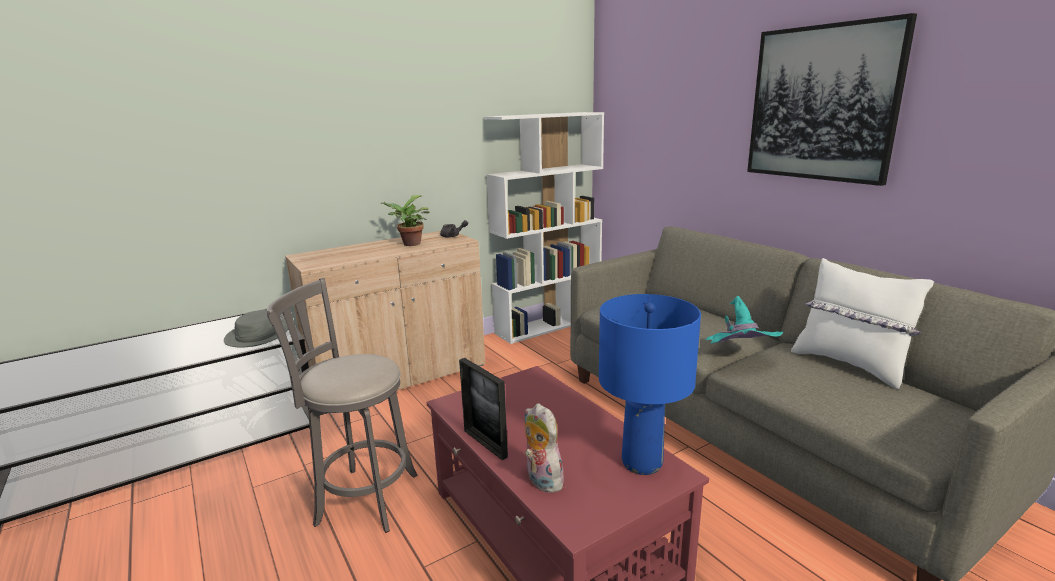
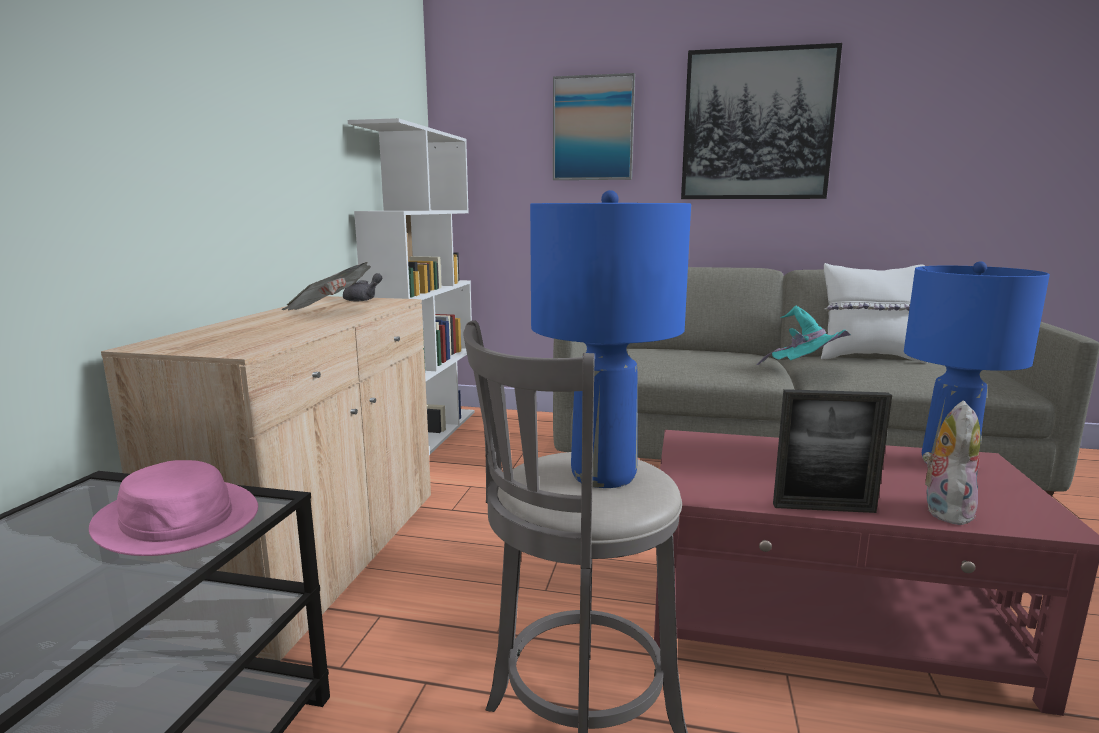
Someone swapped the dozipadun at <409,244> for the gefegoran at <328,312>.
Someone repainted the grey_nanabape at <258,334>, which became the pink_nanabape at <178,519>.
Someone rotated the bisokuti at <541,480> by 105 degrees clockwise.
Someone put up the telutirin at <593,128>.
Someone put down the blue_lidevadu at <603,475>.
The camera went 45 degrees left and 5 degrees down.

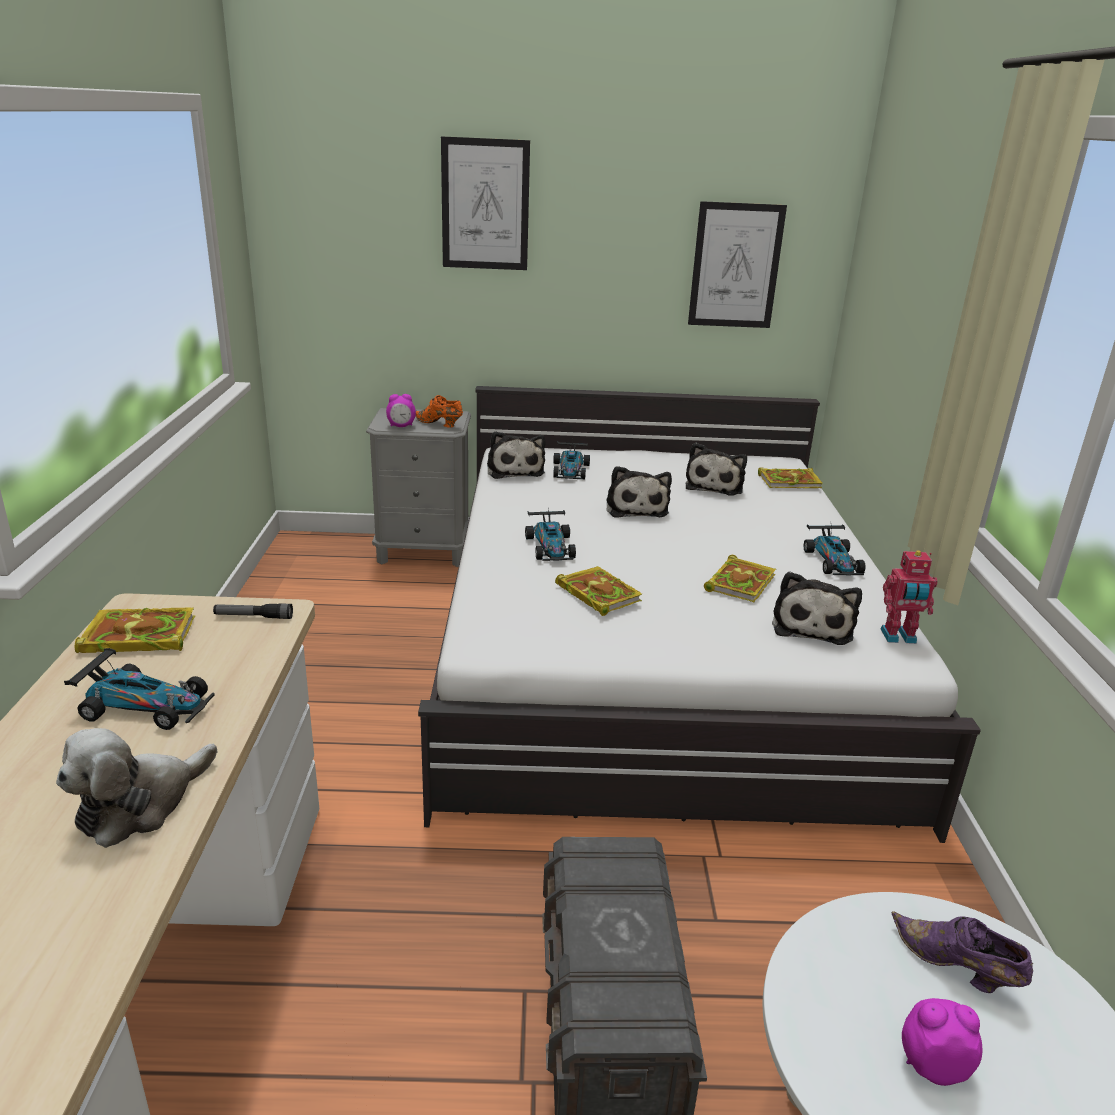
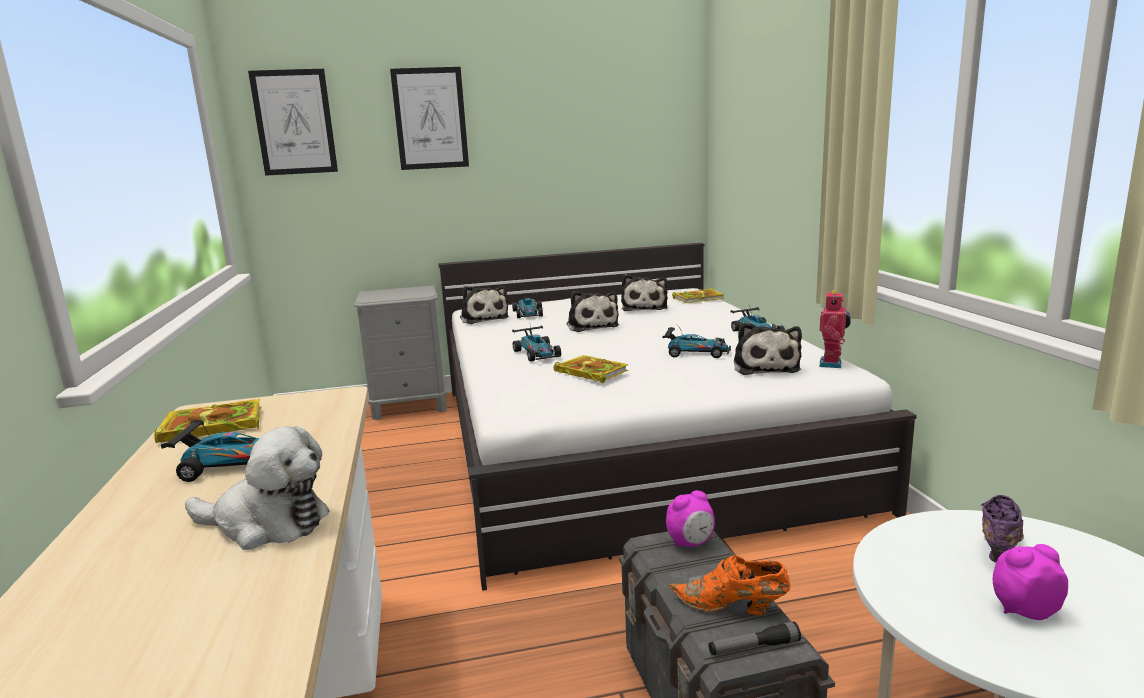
Someone carried the telutirin from <735,266> to <294,122>.
Someone carried the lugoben from <401,426> to <690,543>.
Someone carried the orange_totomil from <439,424> to <732,607>.
Someone rotated the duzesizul at <899,637> by 60 degrees counterclockwise.
Someone swapped the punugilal at <740,582> for the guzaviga at <696,352>.
Someone carried the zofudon from <253,617> to <753,647>.
Someone rotated the bisokuti at <140,804> by 105 degrees counterclockwise.
Someone rotated the purple_totomil at <956,968> by 90 degrees clockwise.
The camera went 10 degrees left and 10 degrees down.

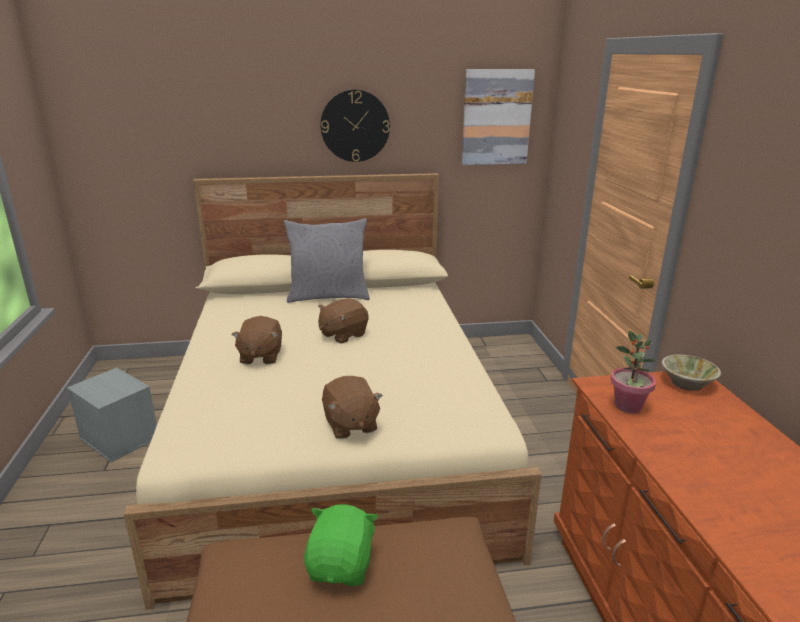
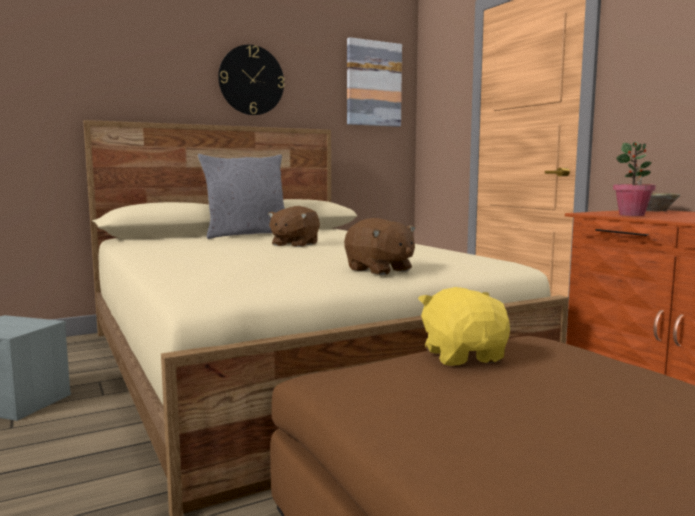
Someone took away the brown_bisokuti at <260,356>.
Someone repainted the green_bisokuti at <342,565>, which became the yellow_bisokuti at <463,356>.
The camera went 20 degrees left and 15 degrees down.

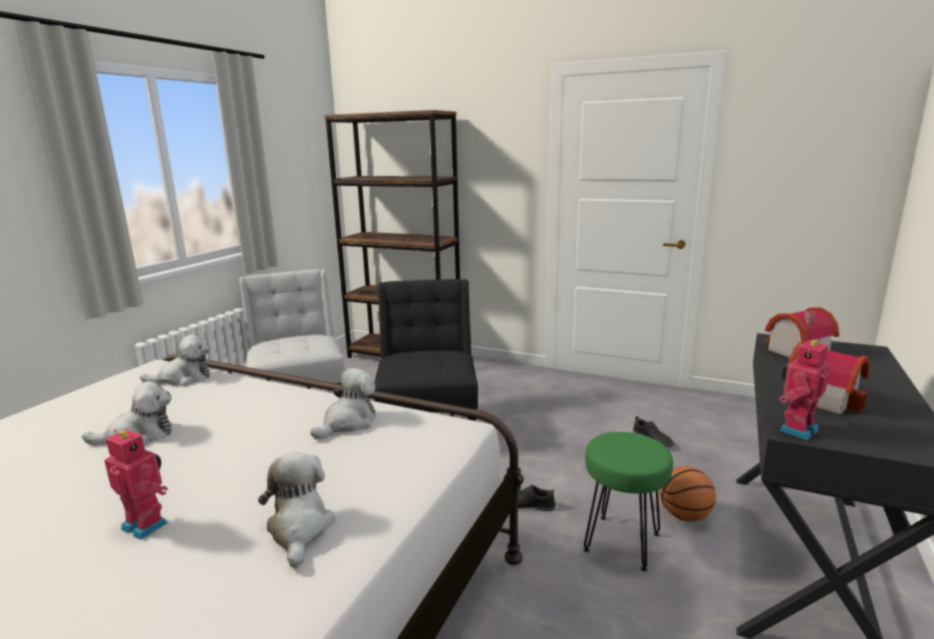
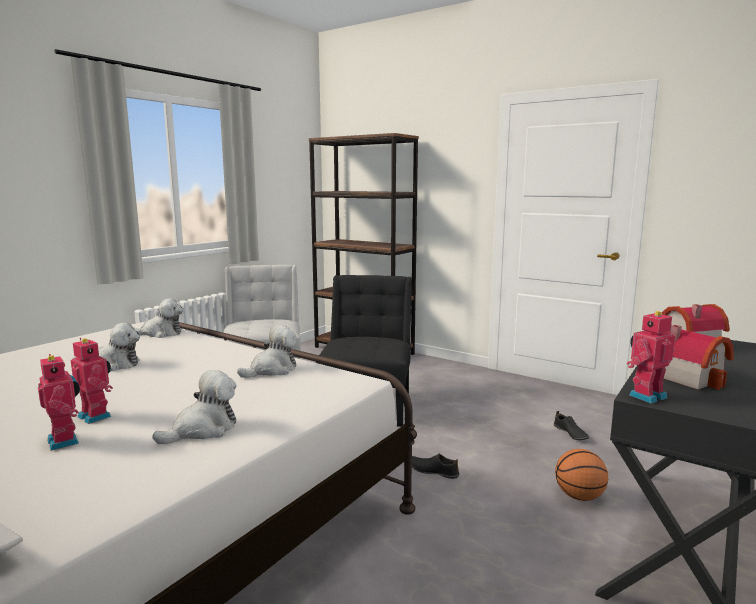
Someone took away the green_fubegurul at <621,541>.
Someone rotated the bisokuti at <300,529> by 45 degrees clockwise.
Someone put down the duzesizul at <66,441>.
The camera went 10 degrees right and 5 degrees down.

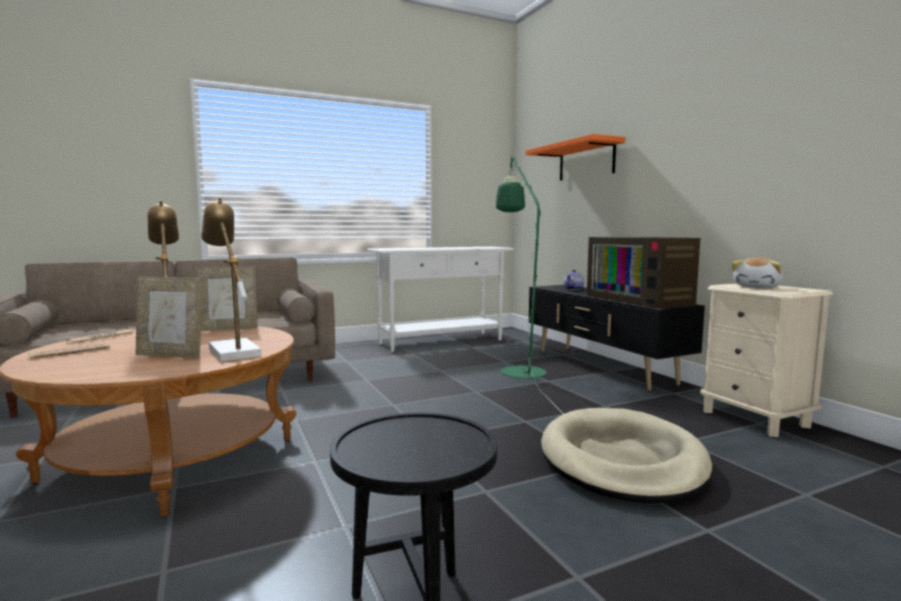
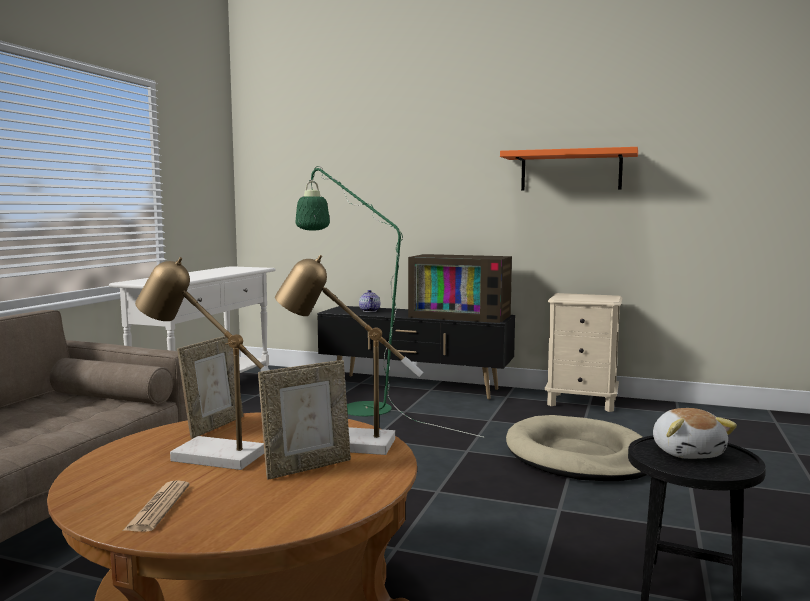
Someone carried the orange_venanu from <586,161> to <570,171>.
Someone carried the bisokuti from <758,287> to <687,452>.
Someone took away the gefegoran at <102,338>.
The camera went 45 degrees left and 0 degrees up.

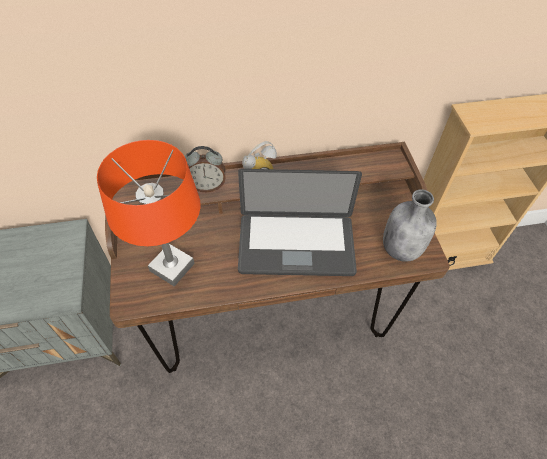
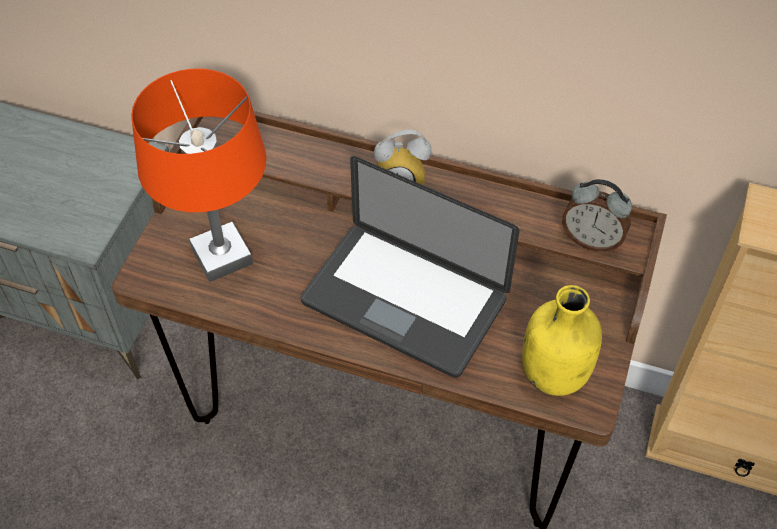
Someone carried the lugoben from <207,186> to <591,240>.
Someone repainted the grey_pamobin at <401,248>, which became the yellow_pamobin at <555,373>.
The camera went 30 degrees right and 0 degrees up.

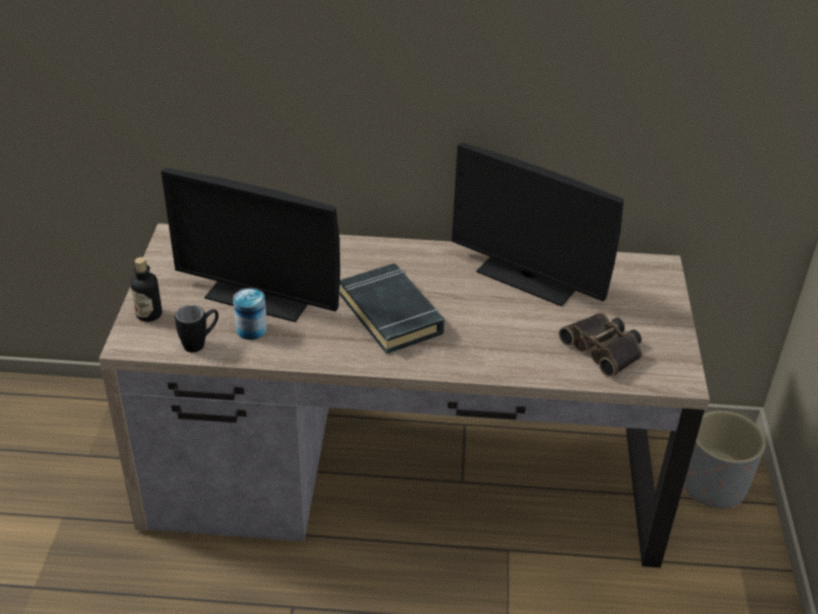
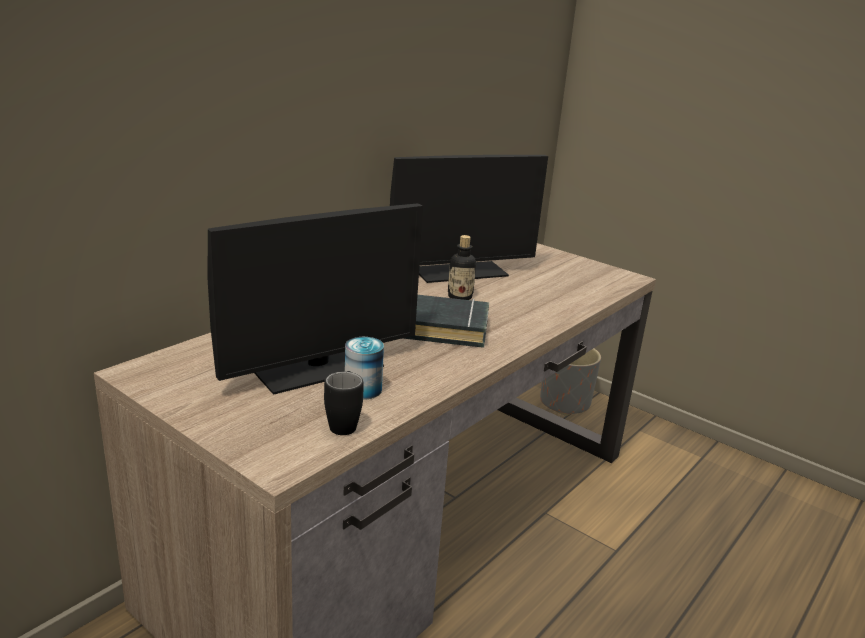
Someone carried the pamobin from <149,314> to <460,297>.
Someone took away the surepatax at <604,349>.
The camera went 55 degrees left and 15 degrees down.

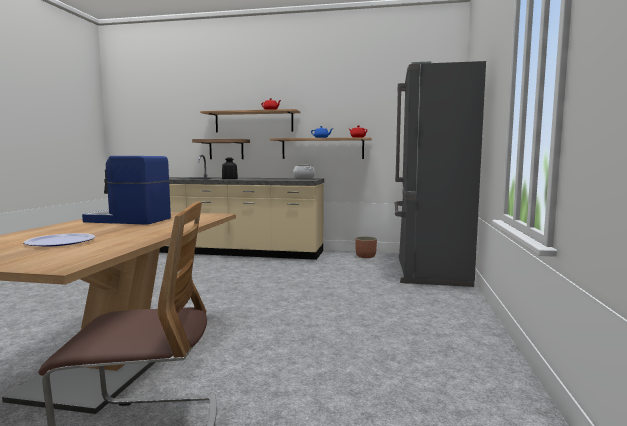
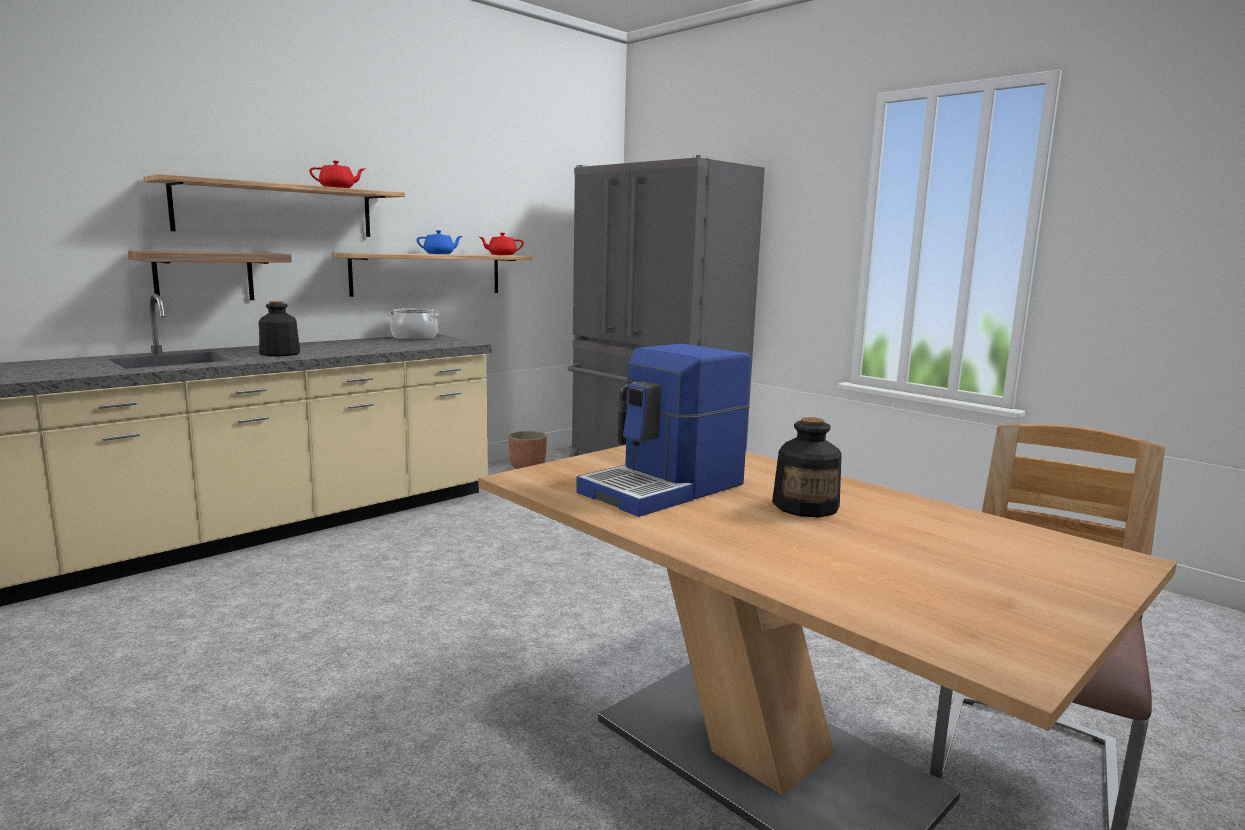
Someone took away the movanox at <60,242>.
Someone put down the pamobin at <805,506>.
The camera went 55 degrees left and 5 degrees up.

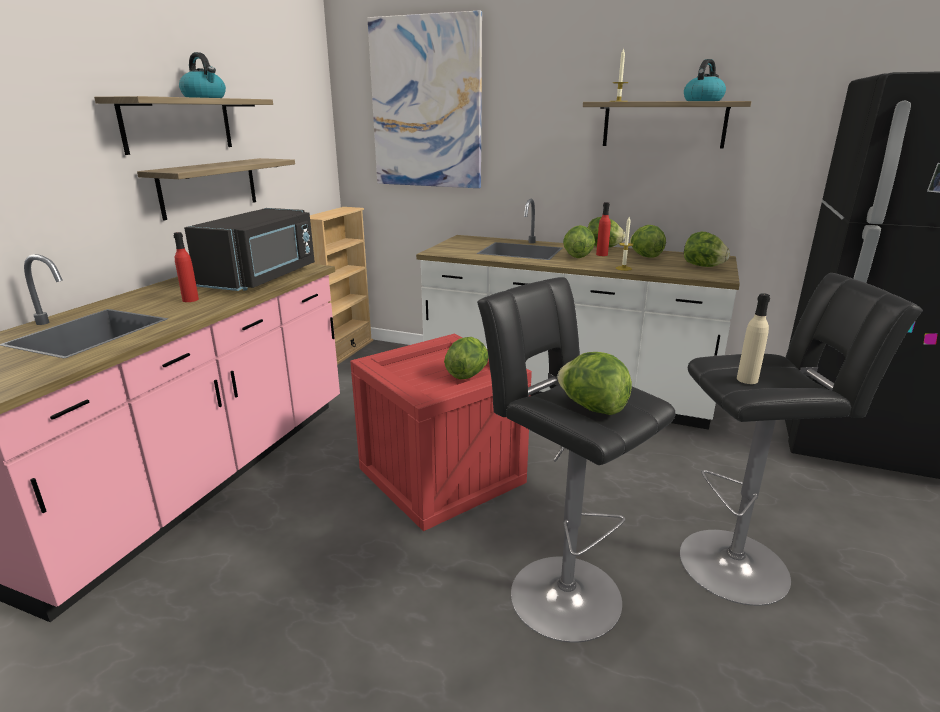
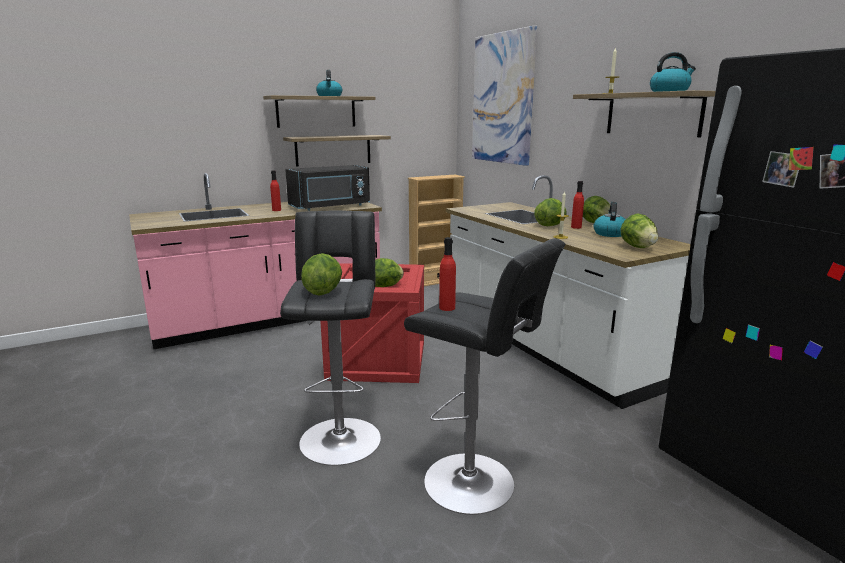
Someone swapped the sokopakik at <645,256> for the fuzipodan at <610,234>.
Someone repainted the beige_pamobin at <747,379>, which became the red_pamobin at <447,308>.
The camera went 40 degrees right and 5 degrees down.

